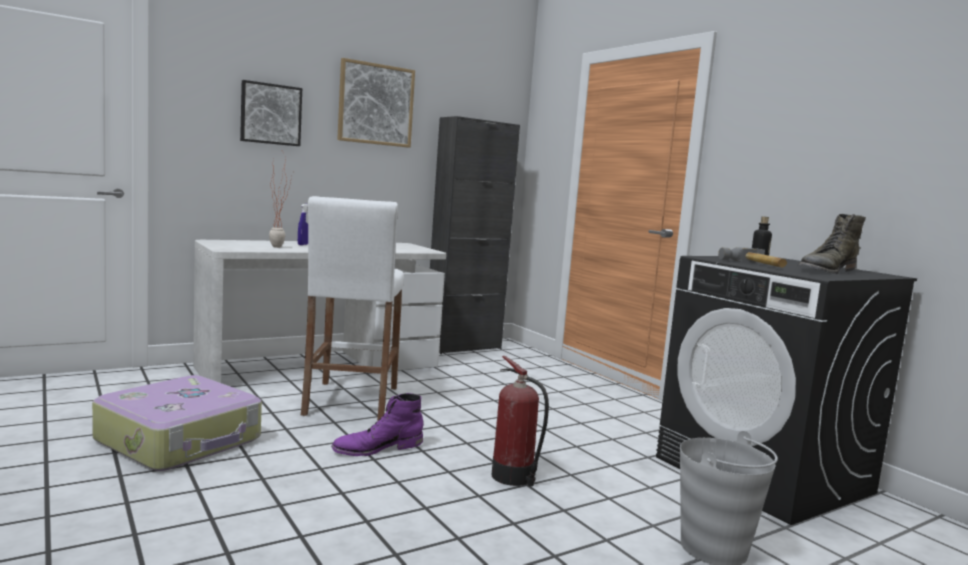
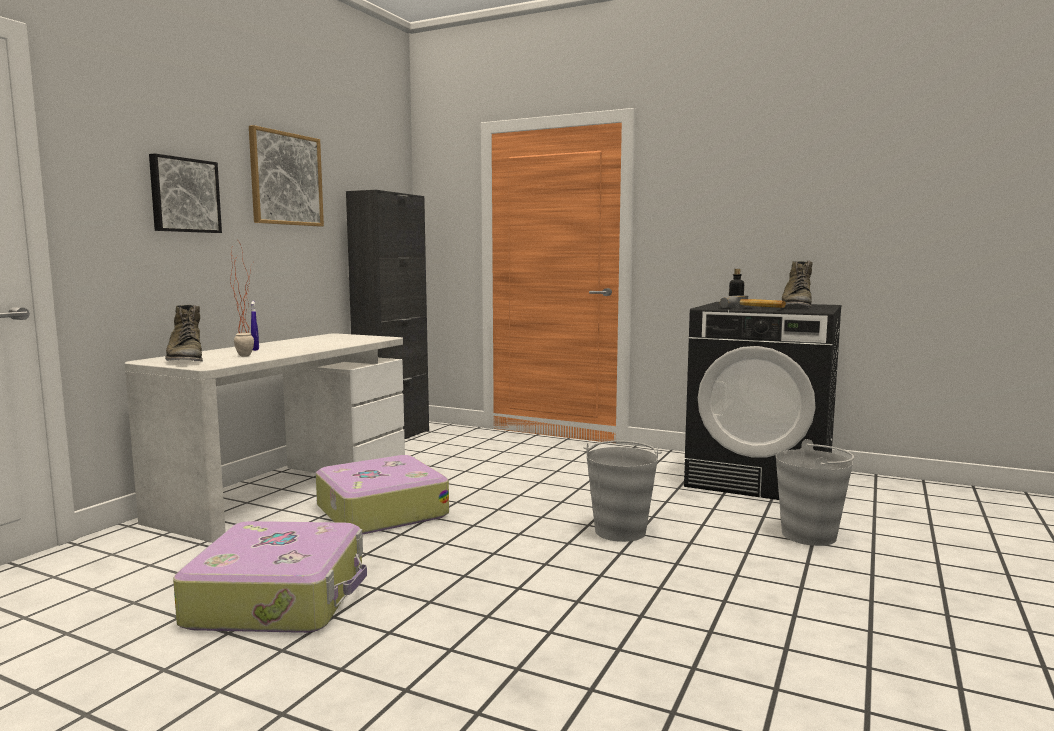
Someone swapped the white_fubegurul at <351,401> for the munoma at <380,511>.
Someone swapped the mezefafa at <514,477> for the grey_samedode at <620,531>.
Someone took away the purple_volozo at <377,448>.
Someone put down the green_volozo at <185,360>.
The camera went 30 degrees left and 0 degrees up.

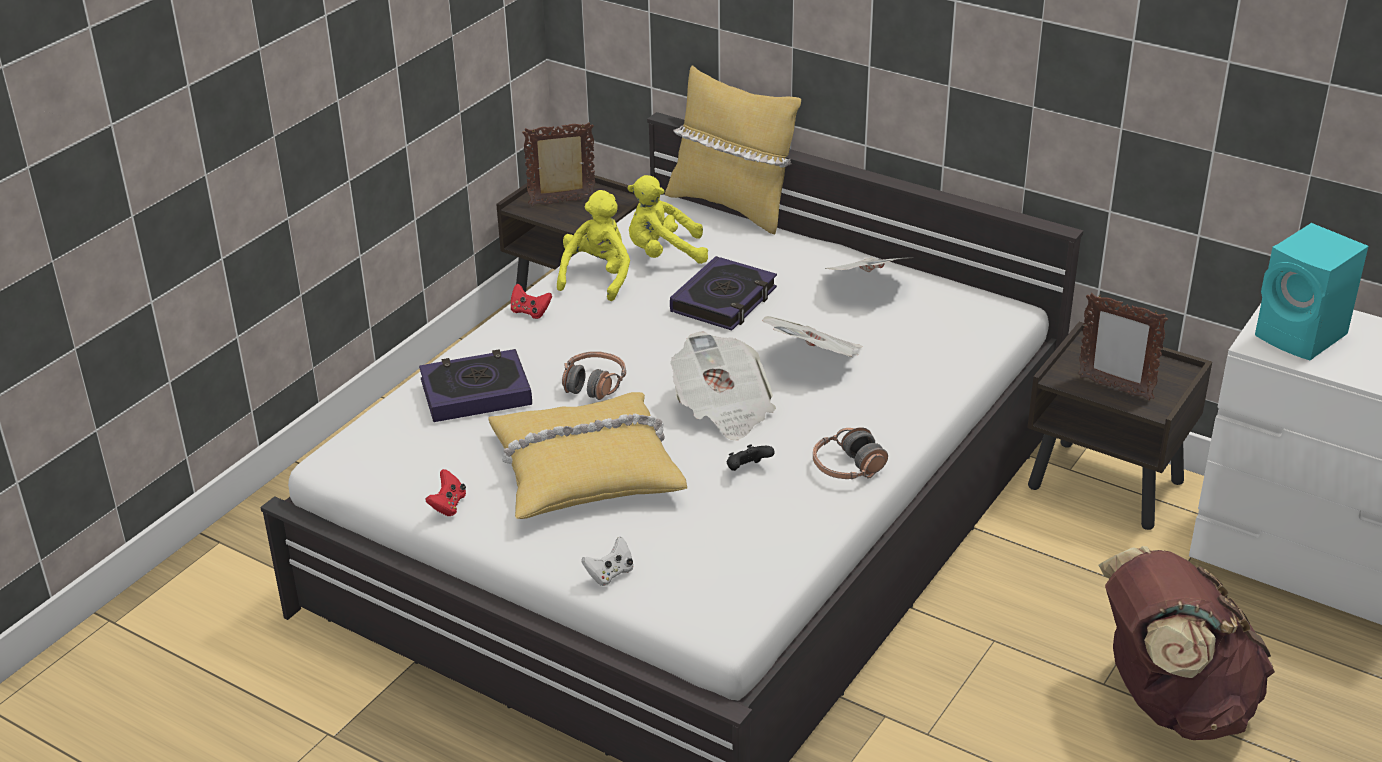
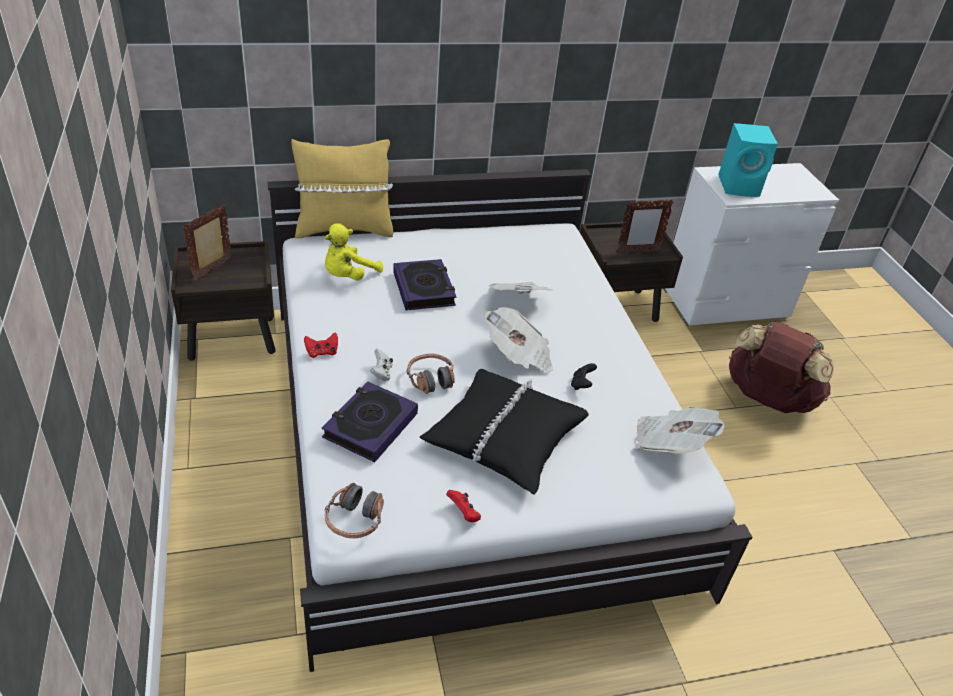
Someone took away the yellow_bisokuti at <597,276>.
Someone carried the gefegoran from <866,284> to <670,444>.
Someone repainted the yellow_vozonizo at <585,470>, which became the black_vozonizo at <504,437>.
Someone carried the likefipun from <847,467> to <355,520>.
Someone carried the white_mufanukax from <610,574> to <382,373>.
The camera went 50 degrees left and 5 degrees up.

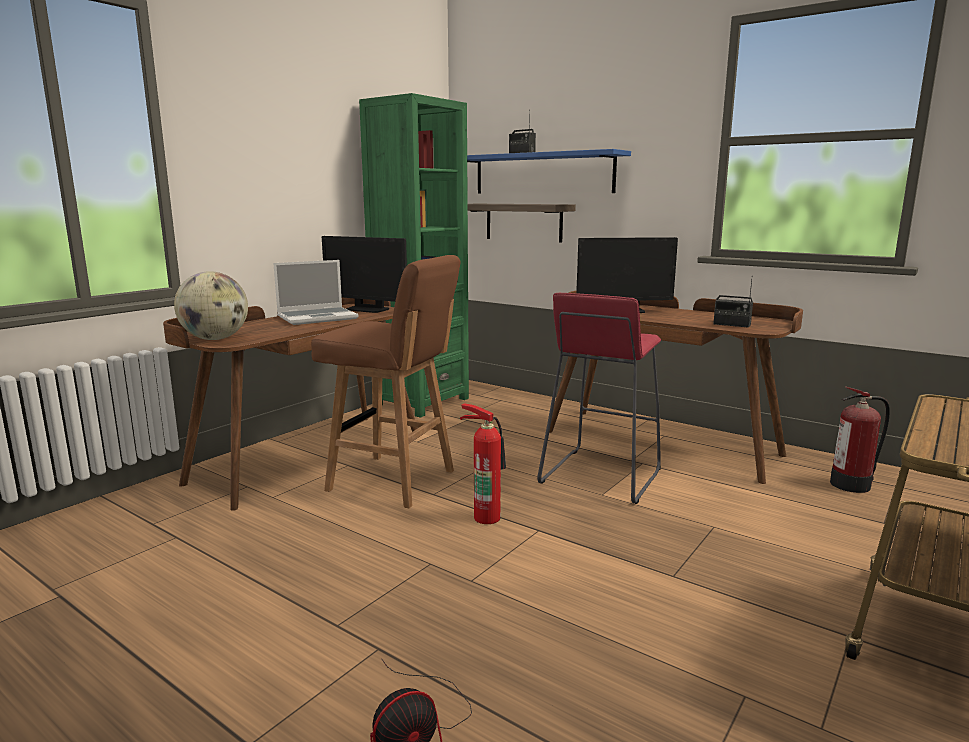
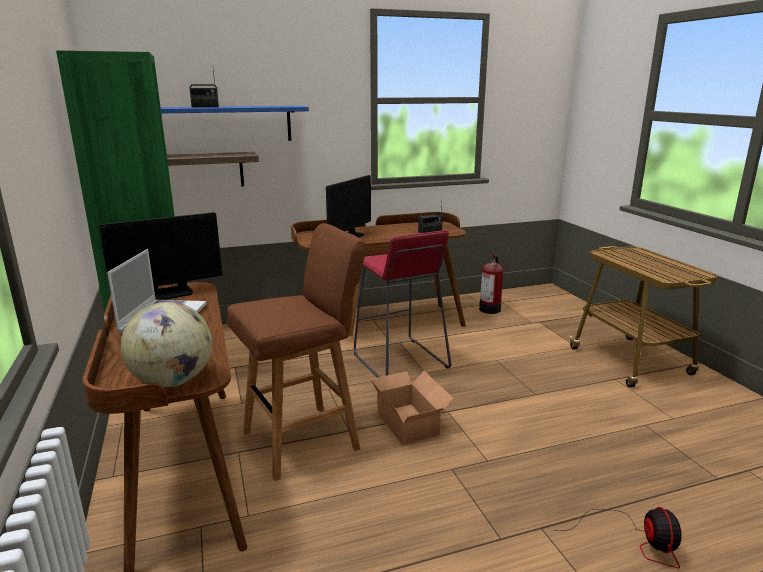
Someone swapped the mezefafa at <486,516> for the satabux at <409,422>.
The camera went 55 degrees left and 5 degrees up.

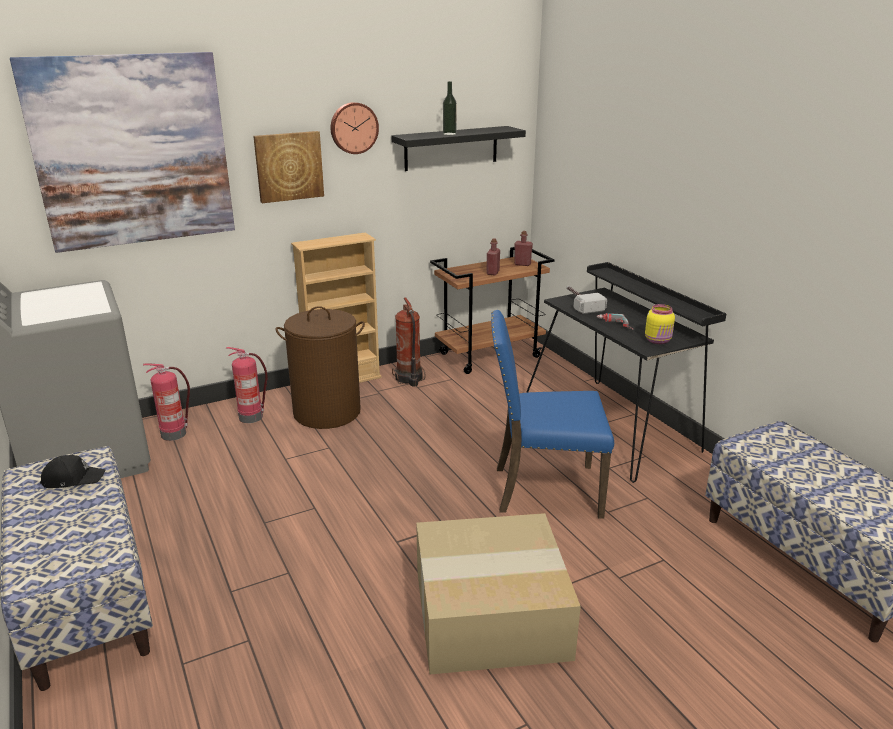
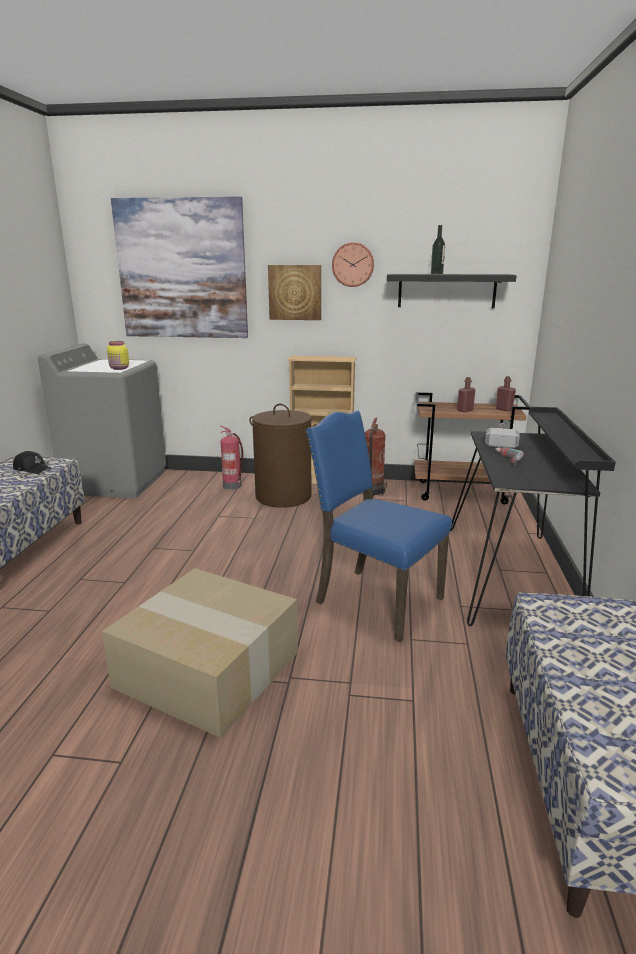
Someone carried the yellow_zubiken from <658,341> to <119,368>.
Someone took away the mezefafa at <175,433>.
The camera went 35 degrees right and 5 degrees down.

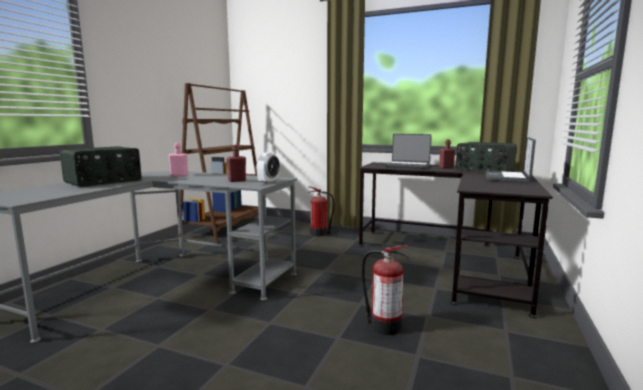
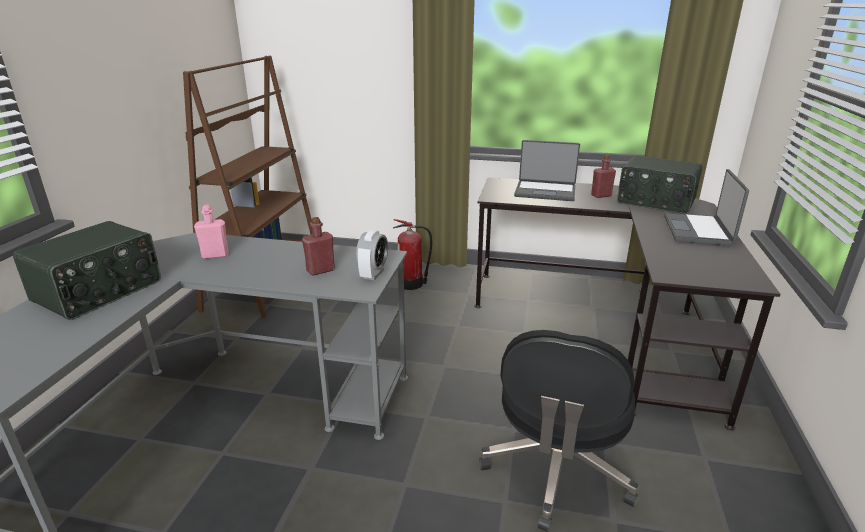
Someone swapped the mezefafa at <383,326> for the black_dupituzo at <556,470>.
The camera went 10 degrees left and 15 degrees up.

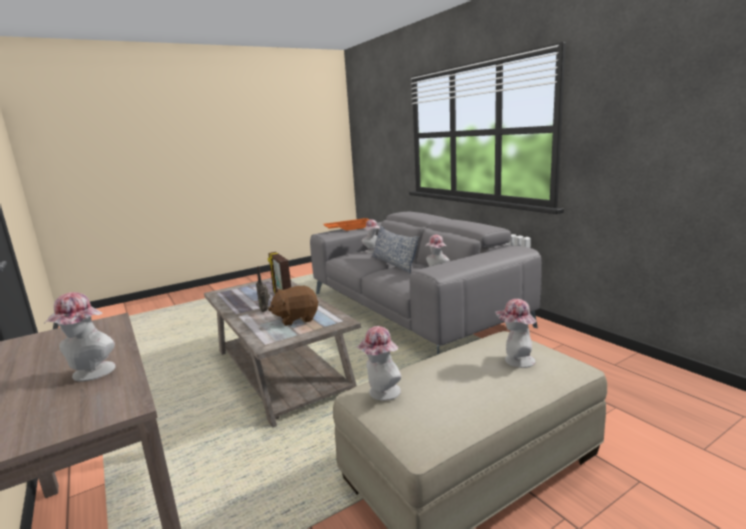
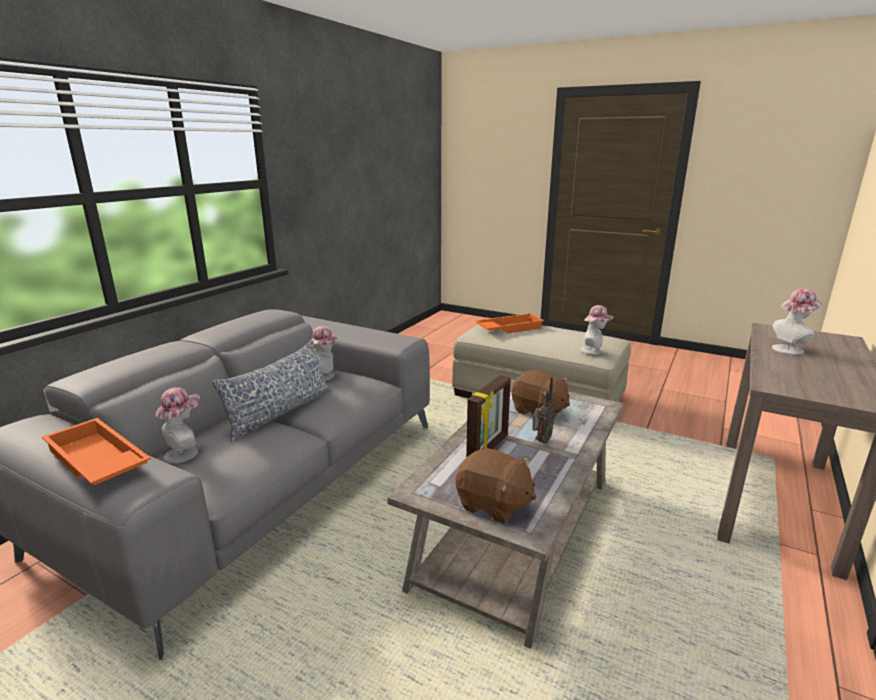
Someone swapped the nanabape at <515,360> for the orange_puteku at <509,328>.
Someone put down the brown_bisokuti at <493,504>.
The camera went 120 degrees left and 5 degrees up.

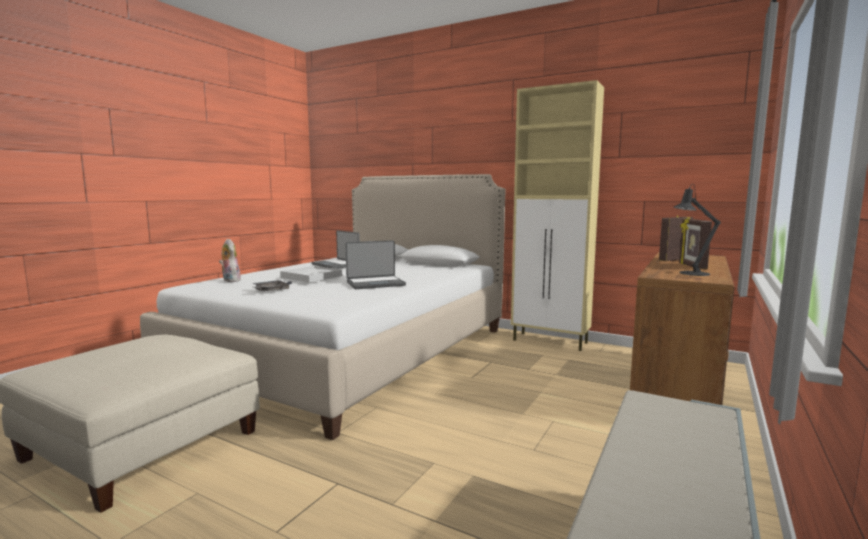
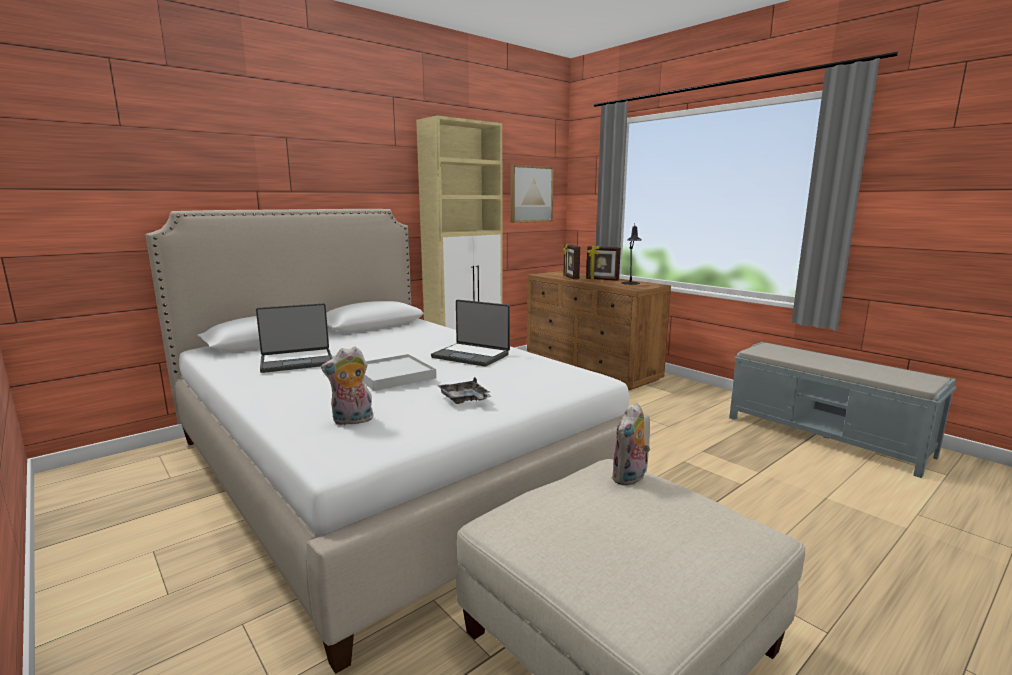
Someone rotated the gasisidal at <375,283> by 120 degrees clockwise.
Someone put up the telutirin at <531,194>.
Someone put down the bisokuti at <630,479>.
The camera went 70 degrees left and 5 degrees up.

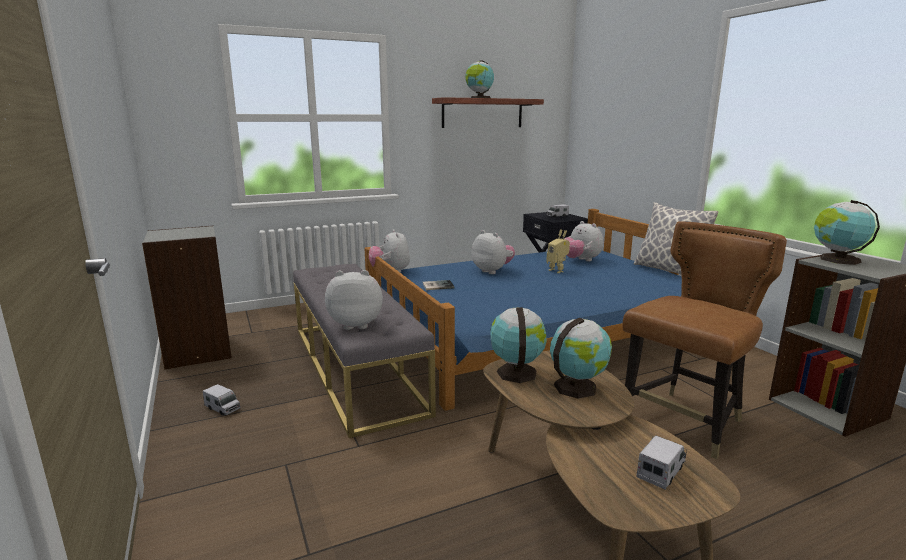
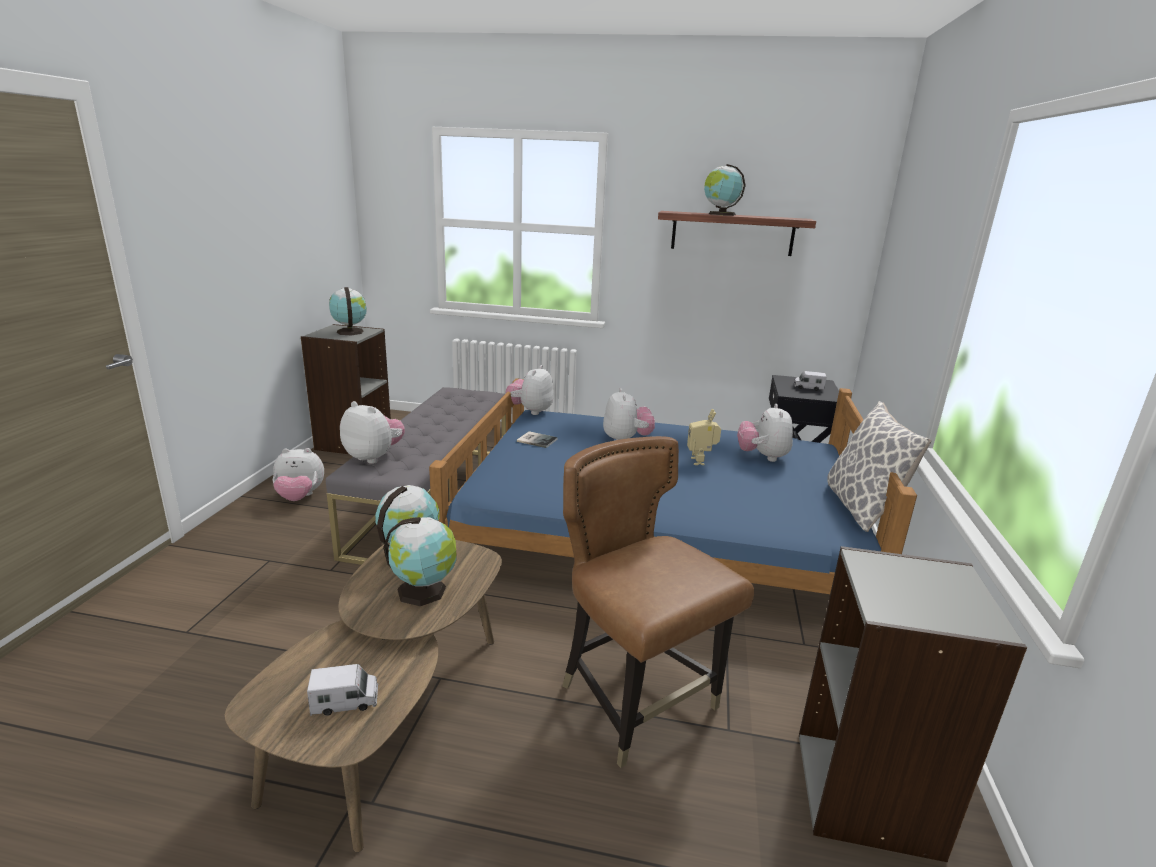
Someone carried the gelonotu from <837,259> to <350,332>.
Someone rotated the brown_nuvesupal at <685,422> by 120 degrees counterclockwise.
Someone swapped the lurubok at <222,408> for the bisokuti at <300,497>.
The camera went 35 degrees right and 5 degrees up.

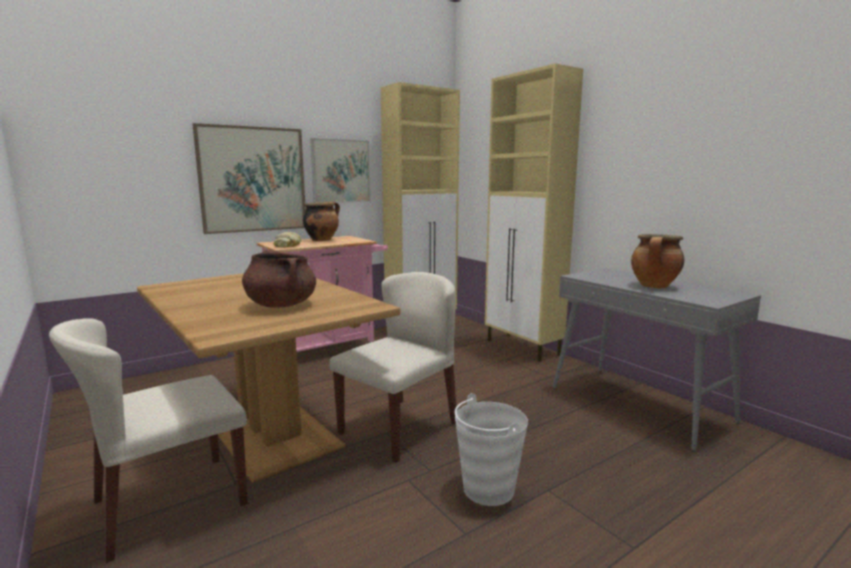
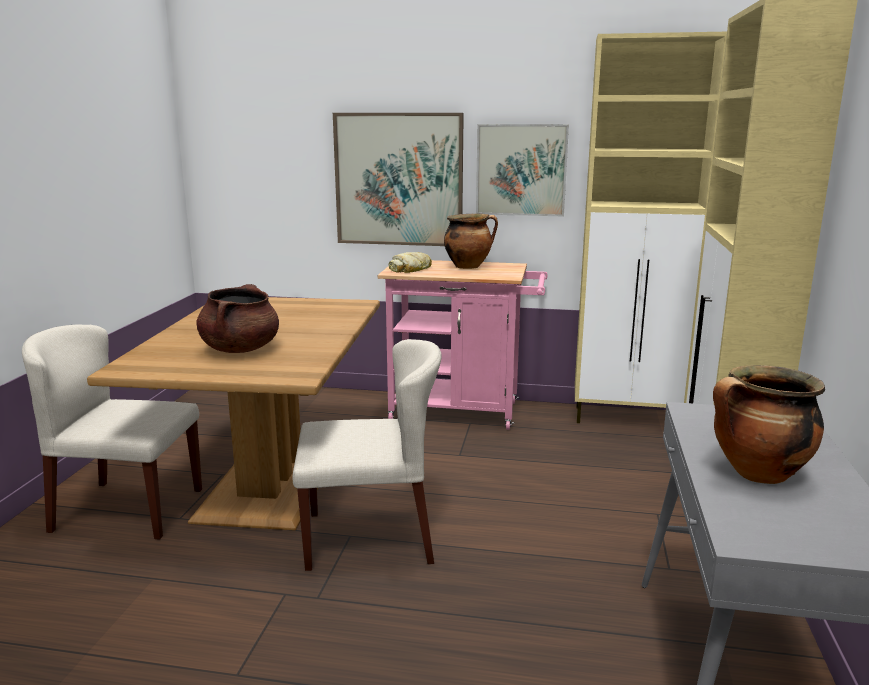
Someone took away the white_samedode at <488,489>.
The camera went 45 degrees right and 5 degrees up.

